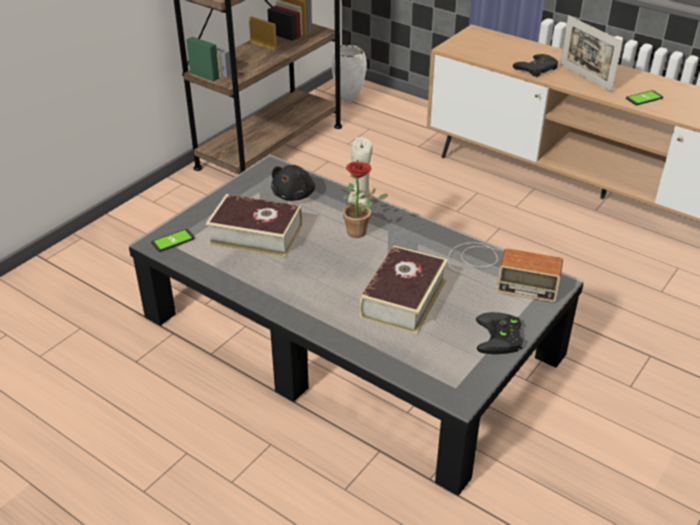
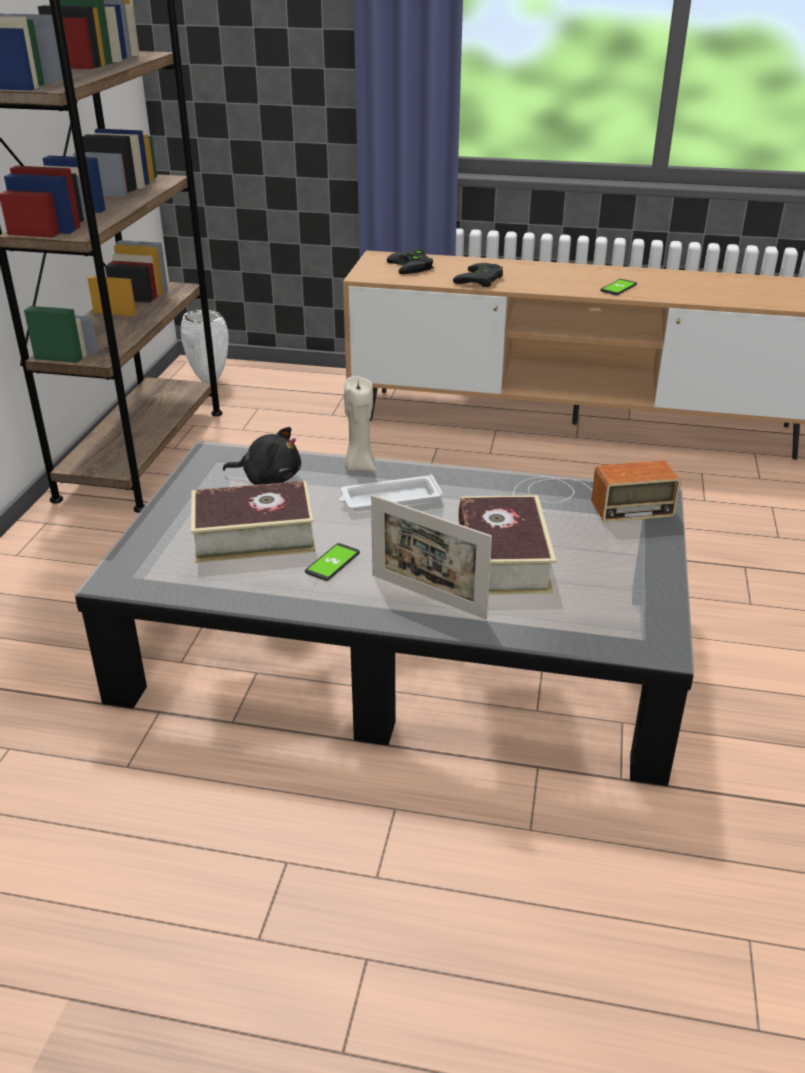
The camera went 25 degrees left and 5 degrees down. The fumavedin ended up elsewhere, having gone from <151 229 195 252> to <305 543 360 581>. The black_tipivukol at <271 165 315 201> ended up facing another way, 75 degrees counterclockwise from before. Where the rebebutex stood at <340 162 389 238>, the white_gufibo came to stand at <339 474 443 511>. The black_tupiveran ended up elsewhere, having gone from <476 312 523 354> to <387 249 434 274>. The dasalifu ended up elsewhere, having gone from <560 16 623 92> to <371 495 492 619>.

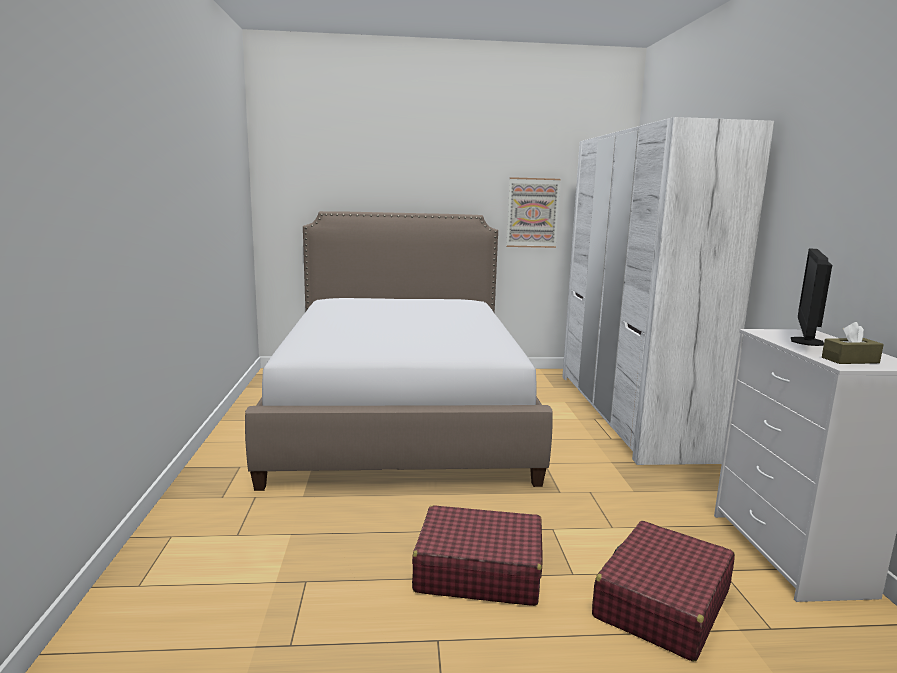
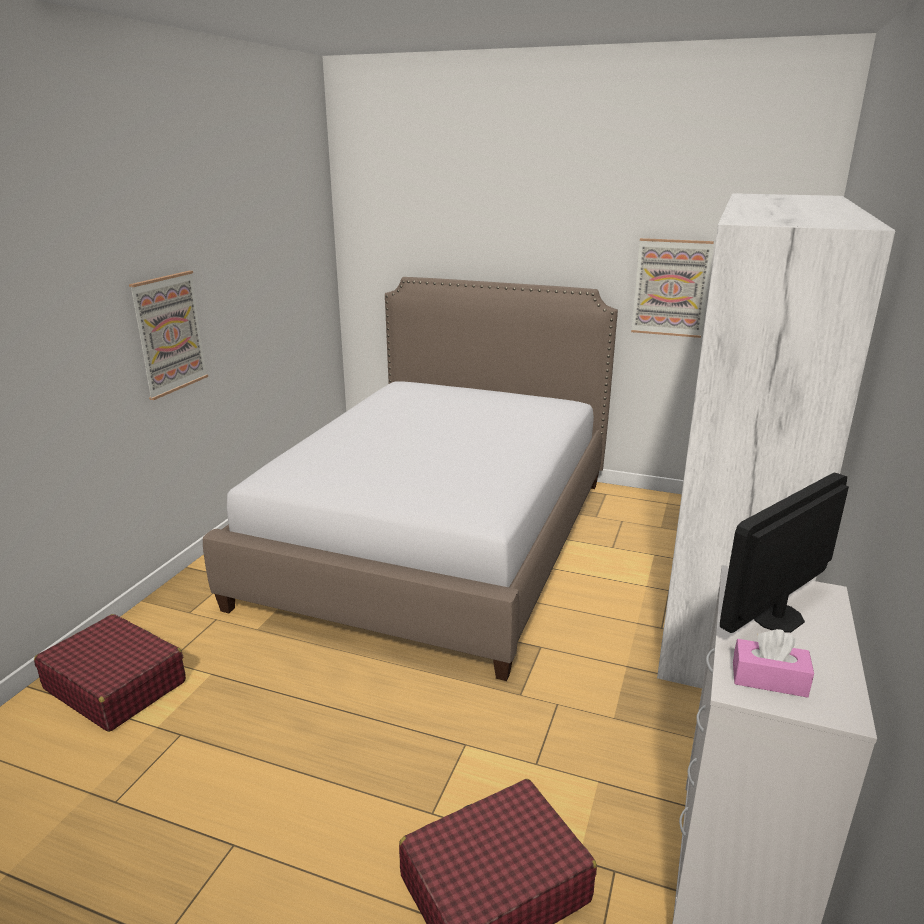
The camera went 25 degrees right and 10 degrees up. The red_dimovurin ended up elsewhere, having gone from <412 505 543 606> to <34 614 186 732>. What was the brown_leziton at <822 322 884 364> turned into the pink_leziton at <733 629 814 698>. The second view gained the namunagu at <129 271 208 400>.

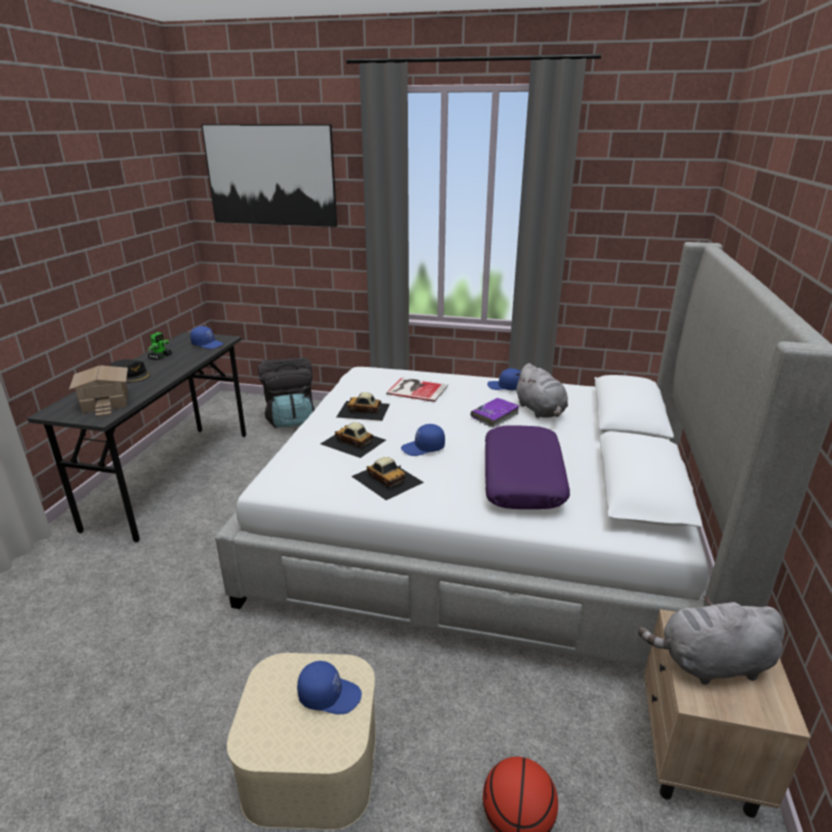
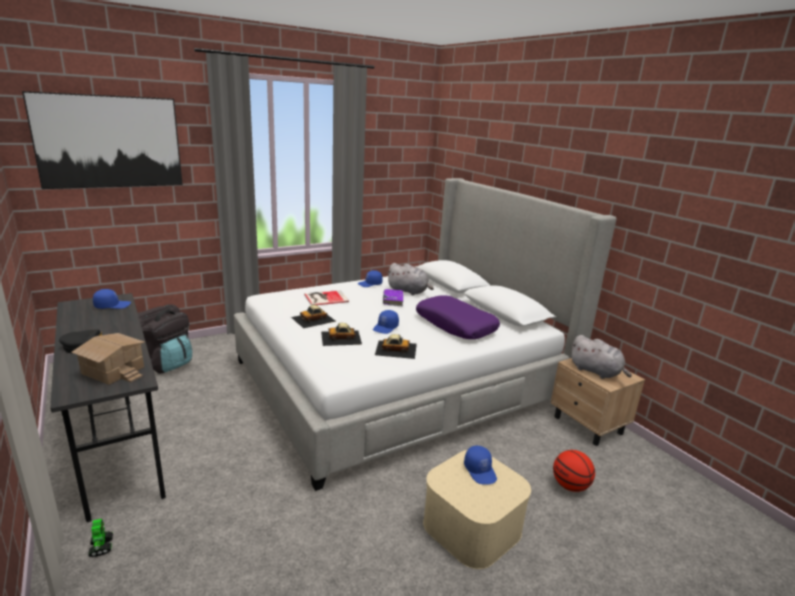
The camera went 45 degrees left and 5 degrees down. The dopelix ended up elsewhere, having gone from <147 332 172 360> to <88 519 113 557>. The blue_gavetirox at <297 660 362 715> ended up facing another way, 105 degrees clockwise from before. The grey_tipivukol at <638 596 785 685> ended up facing another way, 90 degrees counterclockwise from before.

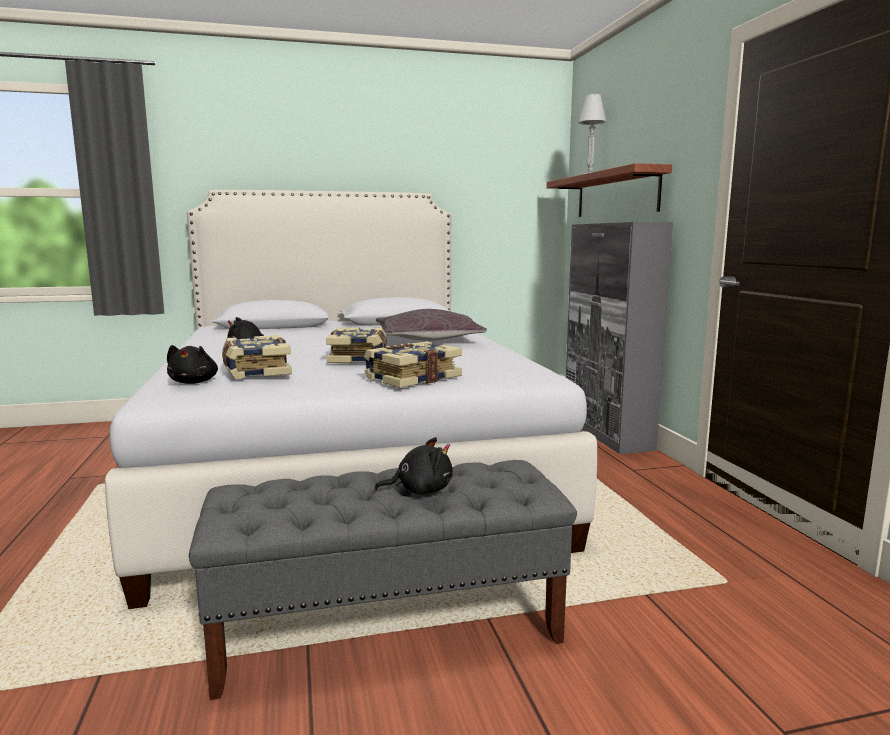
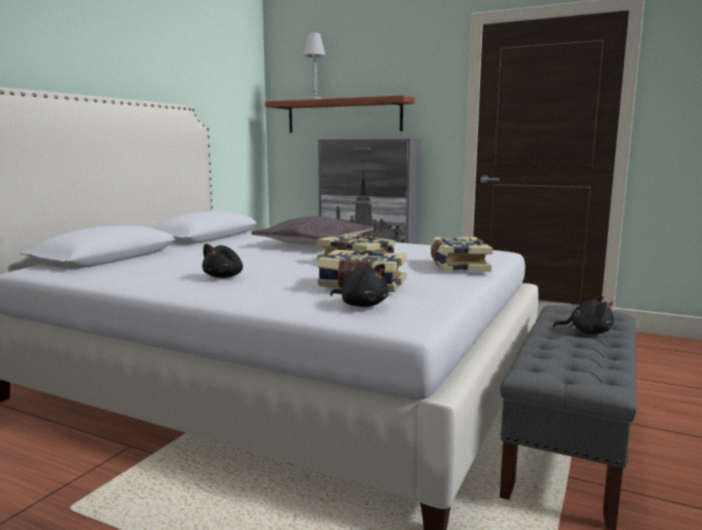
The camera went 50 degrees left and 0 degrees up. The black_tipivukol at <374 437 453 495> ended up facing another way, 75 degrees clockwise from before.

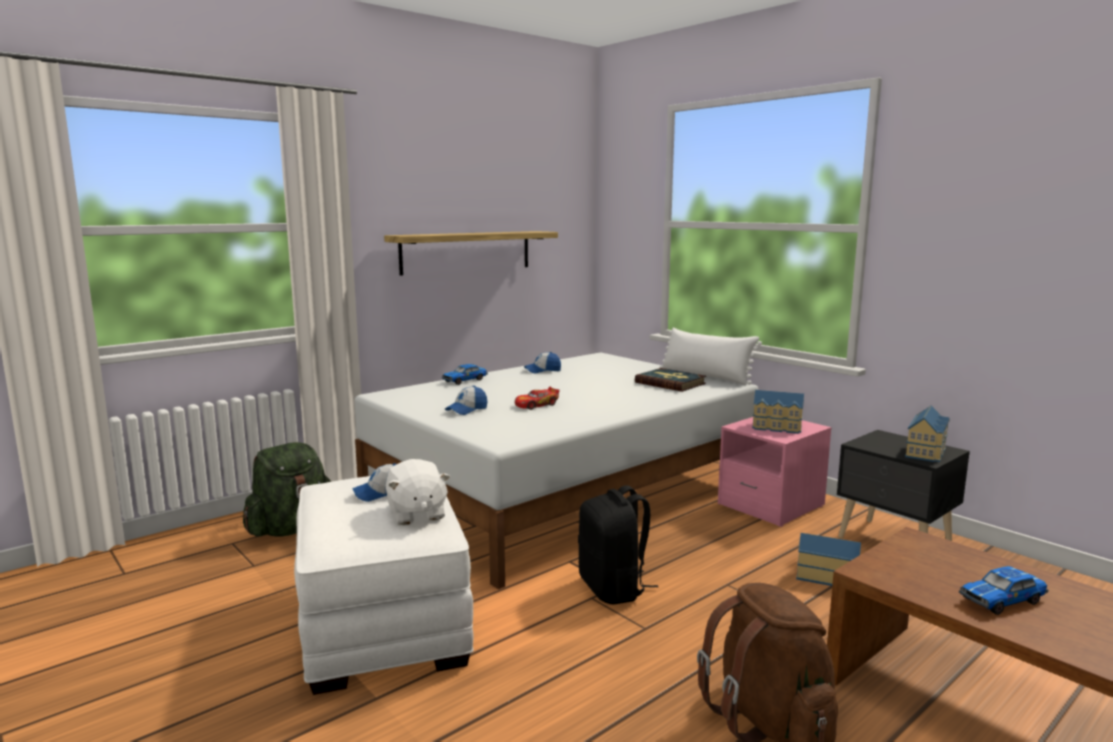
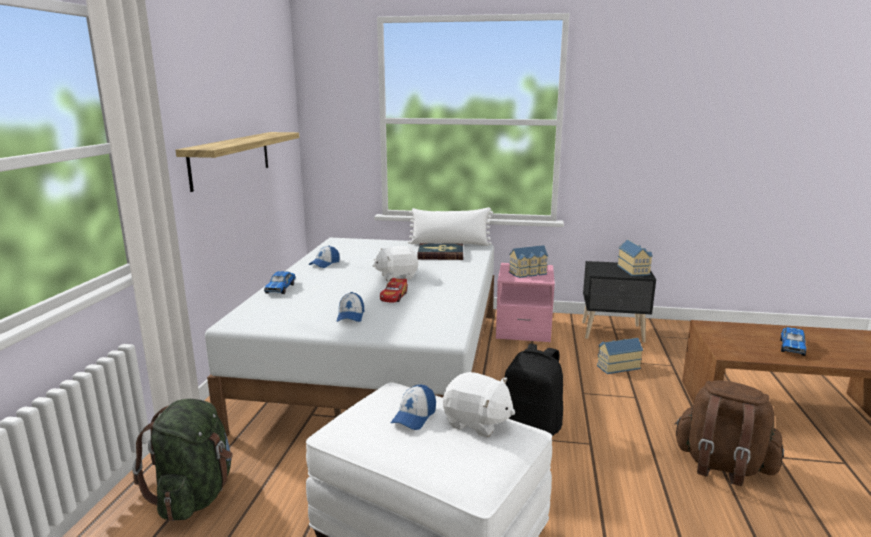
The camera went 40 degrees left and 5 degrees up. The second view gained the white_tipivukol at <372 246 418 281>.

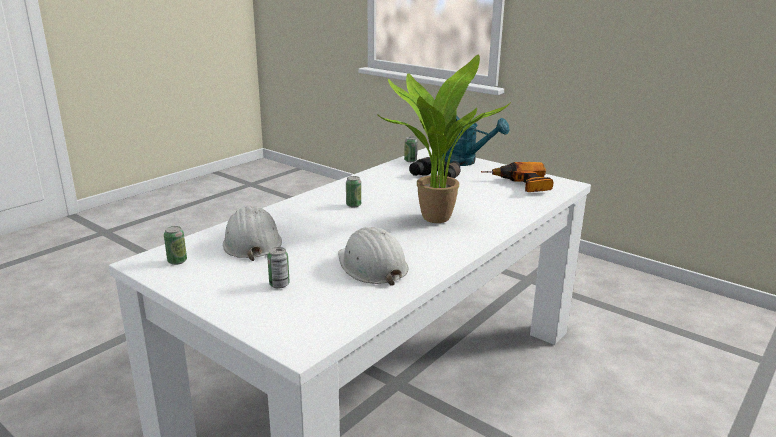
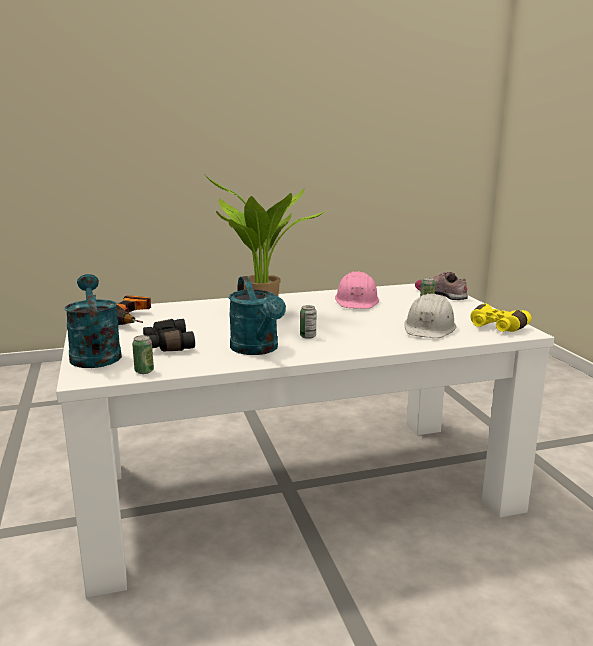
The camera went 145 degrees left and 5 degrees down. Where the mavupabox stood at <164 226 187 265>, the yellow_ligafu came to stand at <470 303 531 332>. What was the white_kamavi at <338 227 409 286> turned into the pink_kamavi at <335 271 379 309>. The second view gained the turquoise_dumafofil at <229 276 286 355>. The second view gained the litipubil at <415 272 468 300>.

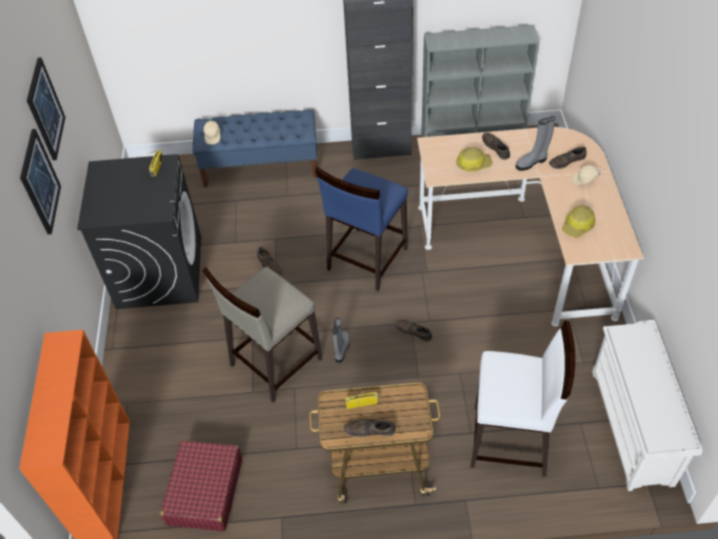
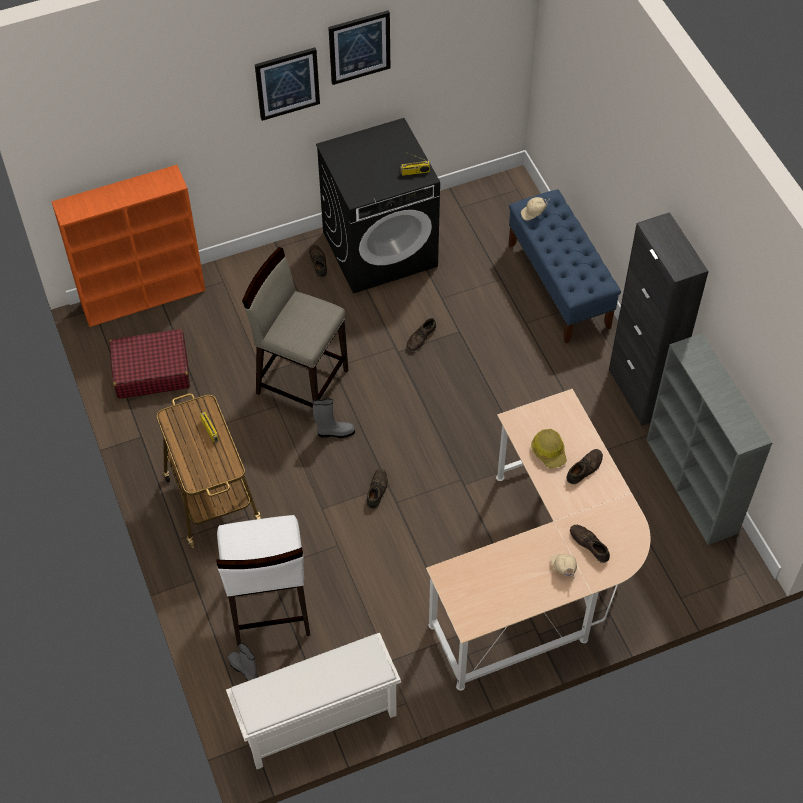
The camera went 70 degrees right and 5 degrees up. The second view lost the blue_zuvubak at <315 167 408 291>. The brown_litipubil ended up elsewhere, having gone from <344 419 395 437> to <309 245 327 278>. The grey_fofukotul ended up elsewhere, having gone from <516 116 555 171> to <228 643 259 681>. The second view lost the kamavi at <562 205 596 238>.

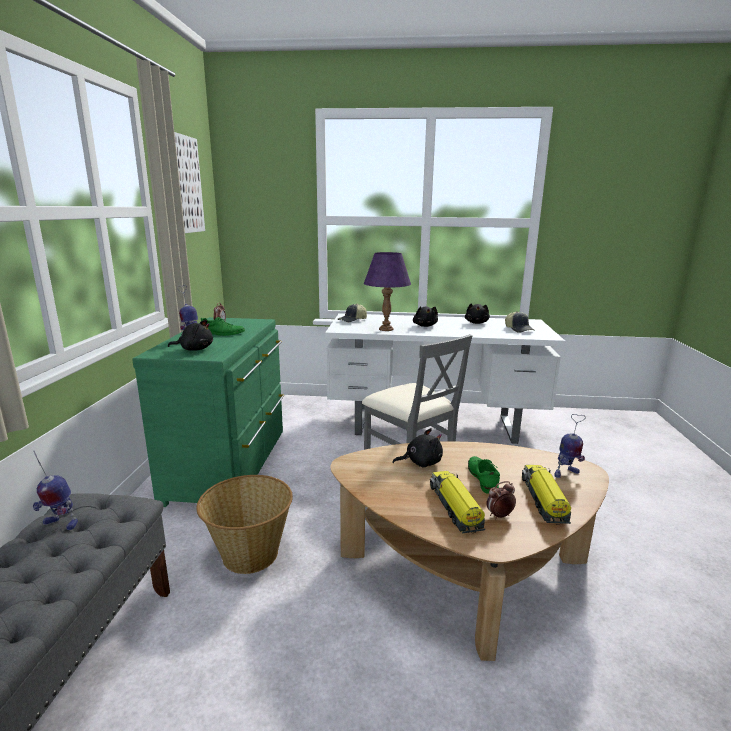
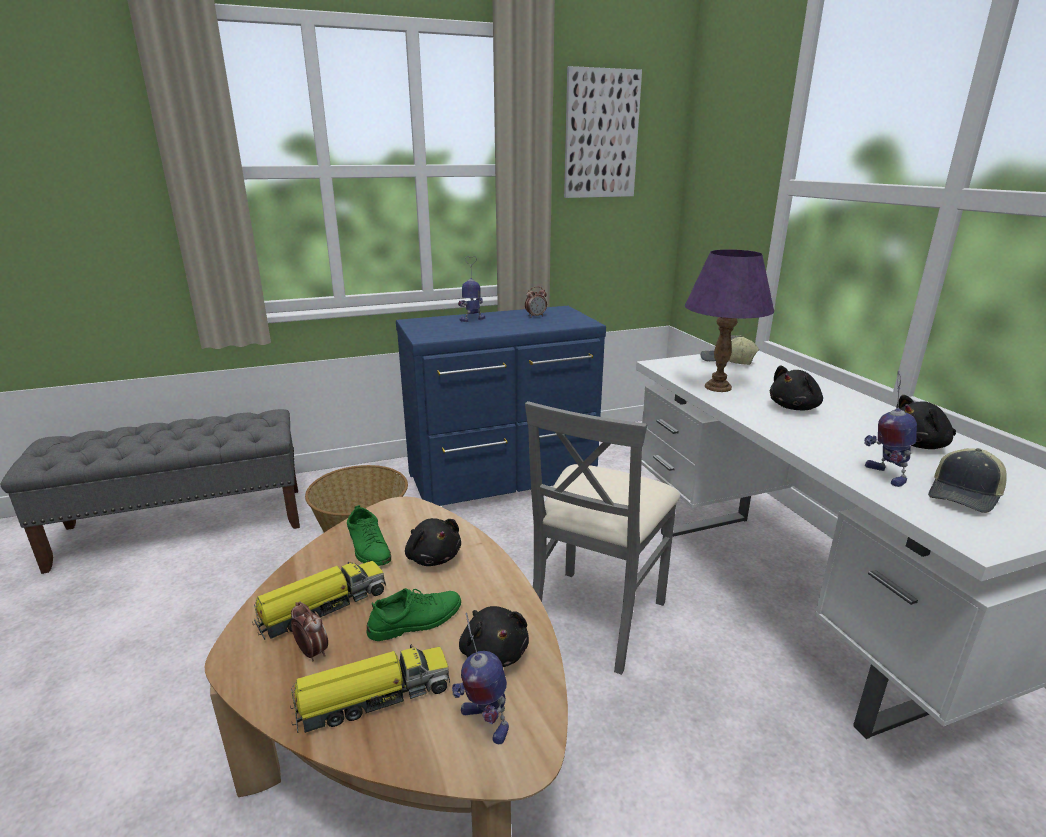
The camera went 65 degrees right and 5 degrees up. The dopelix ended up elsewhere, having gone from <33 450 78 530> to <864 370 917 487>. What was the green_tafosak at <132 317 284 507> turned into the blue_tafosak at <396 306 606 506>. The black_tipivukol ended up elsewhere, having gone from <168 320 213 351> to <459 606 529 667>. The green_litipubil ended up elsewhere, having gone from <201 317 245 336> to <347 505 391 566>.

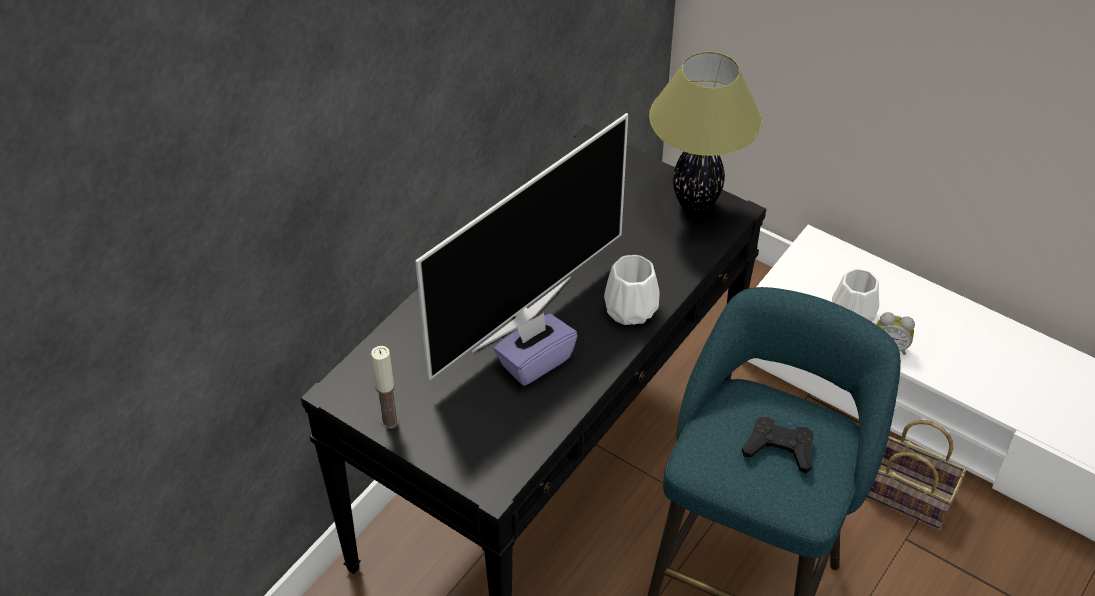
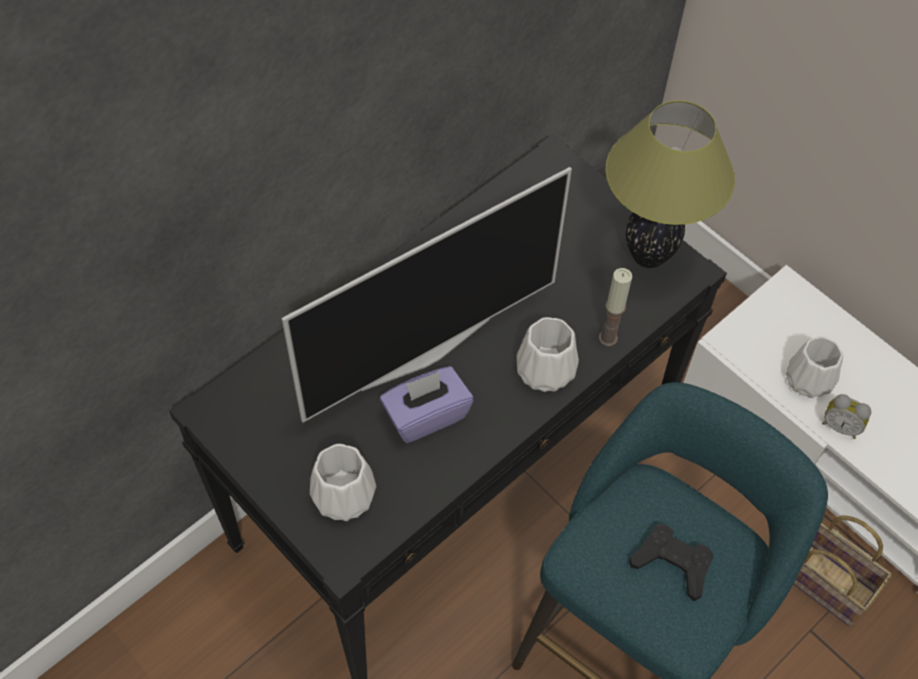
The camera went 10 degrees right and 10 degrees up. The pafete ended up elsewhere, having gone from <371 346 399 429> to <599 268 632 346>. The second view gained the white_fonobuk at <310 444 376 521>.

